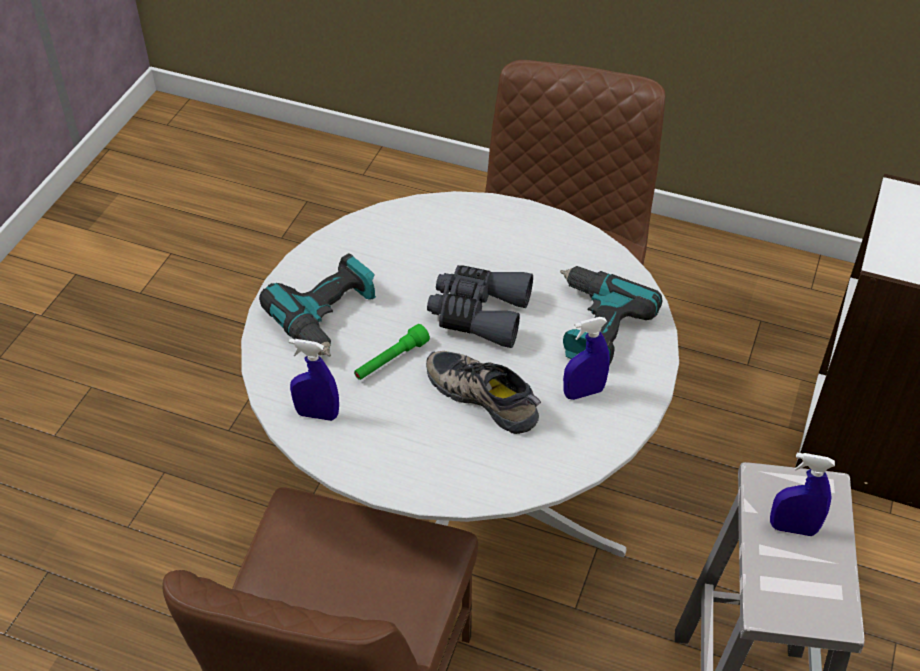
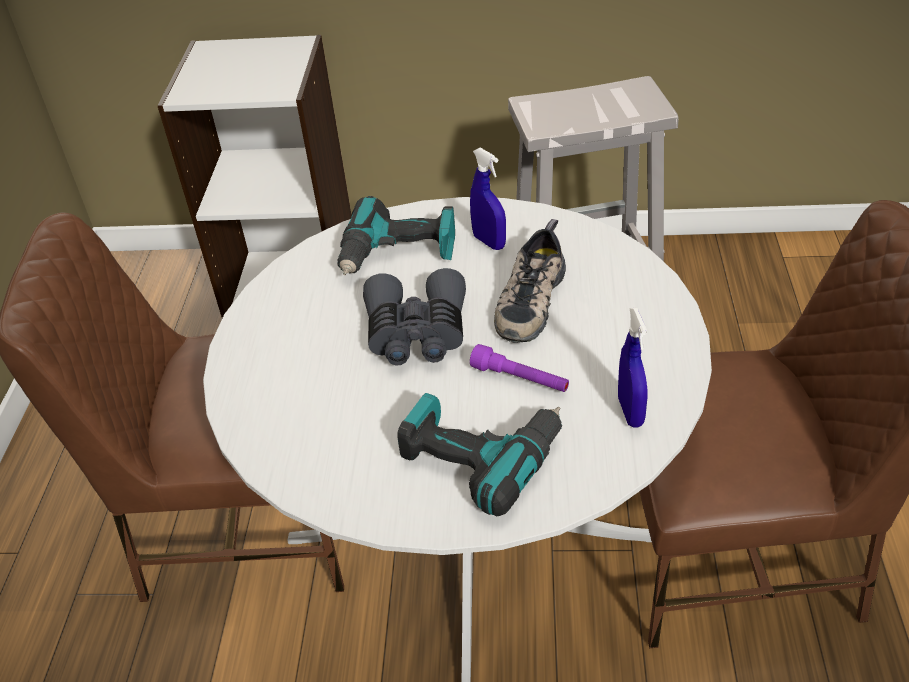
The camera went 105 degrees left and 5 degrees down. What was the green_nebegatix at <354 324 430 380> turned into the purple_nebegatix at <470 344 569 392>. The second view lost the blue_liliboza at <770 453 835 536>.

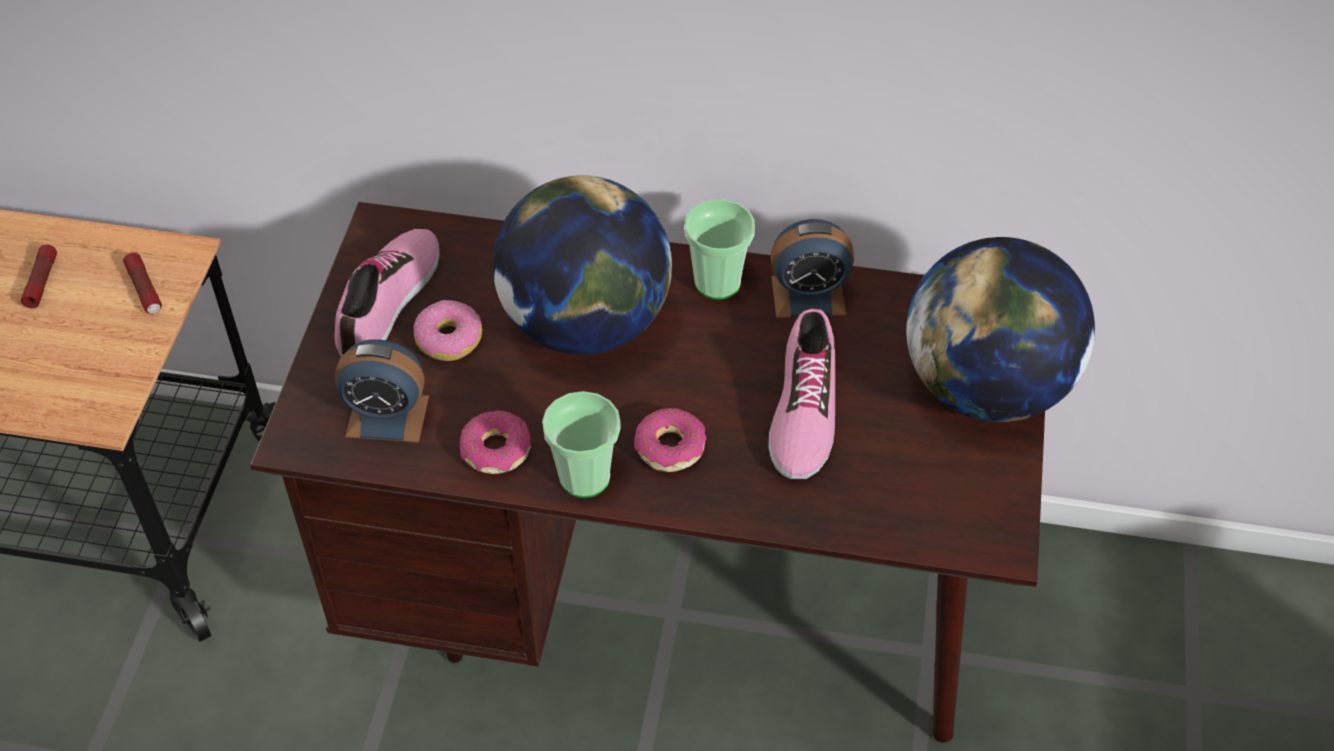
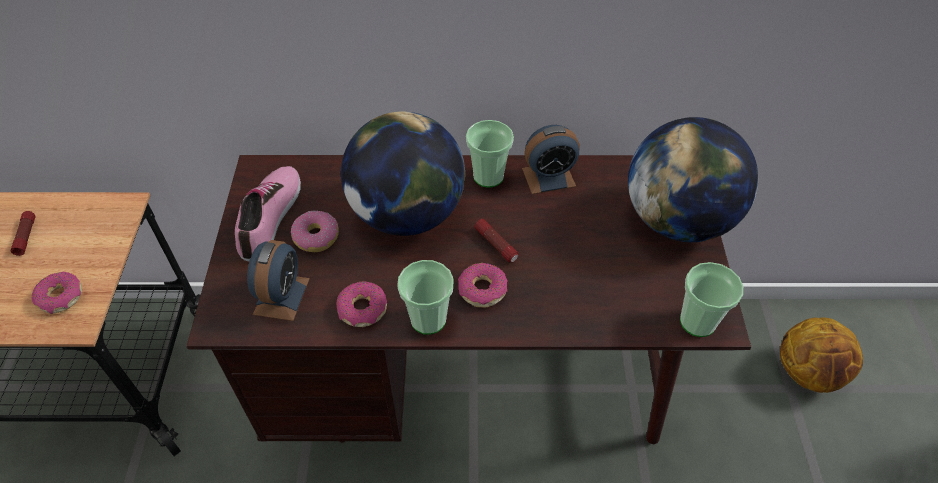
The camera went 10 degrees left and 0 degrees up. The nebegatix ended up elsewhere, having gone from <123 253 162 314> to <475 219 518 262>. The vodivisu at <335 339 429 442> ended up facing another way, 75 degrees counterclockwise from before. The second view lost the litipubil at <768 307 835 479>. The second view gained the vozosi at <31 272 82 314>. The second view gained the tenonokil at <680 262 743 337>. The second view gained the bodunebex at <780 317 863 393>.

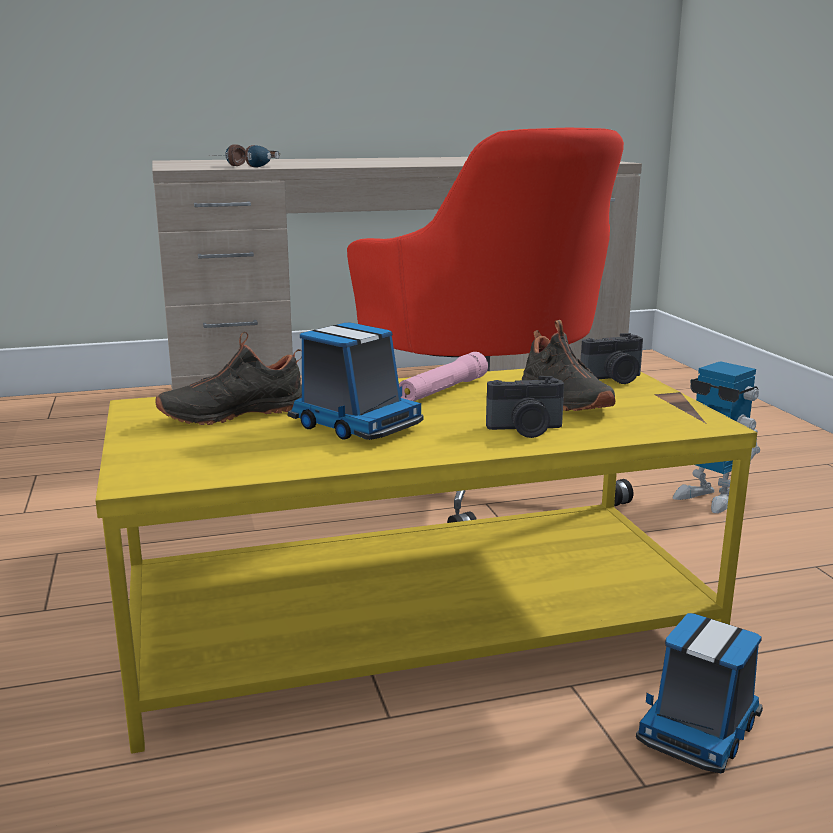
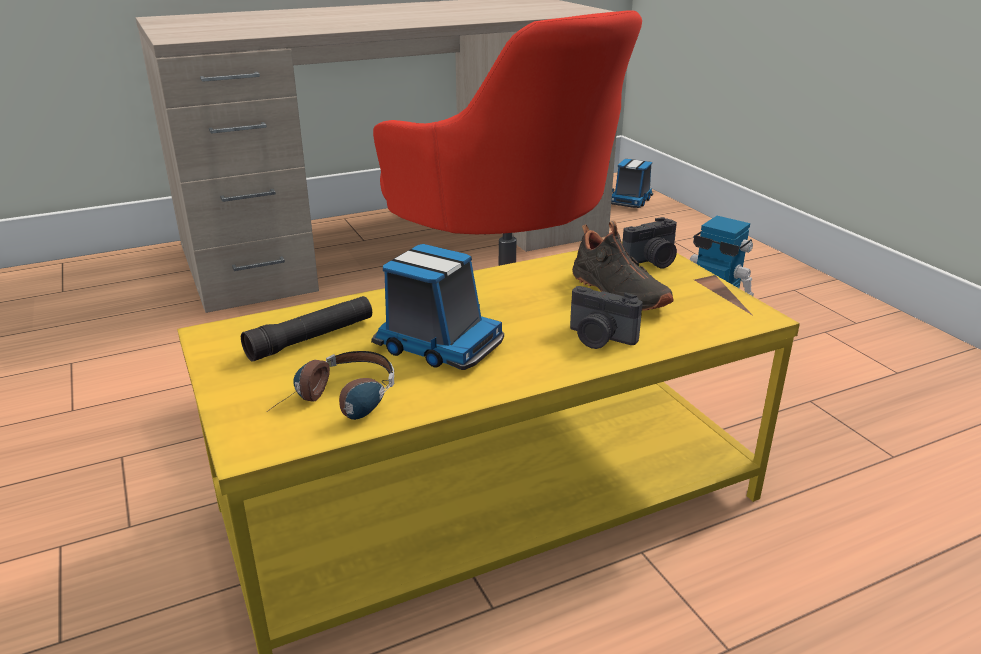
The camera went 10 degrees left and 10 degrees up. Where the black_litipubil stood at <155 332 302 425>, the black_nebegatix came to stand at <241 296 372 361>. The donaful ended up elsewhere, having gone from <212 144 280 167> to <267 351 394 420>. The second view lost the pink_nebegatix at <399 352 488 401>. The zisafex at <486 376 564 438> ended up facing another way, 45 degrees clockwise from before. The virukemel ended up elsewhere, having gone from <636 613 763 773> to <611 159 653 208>.

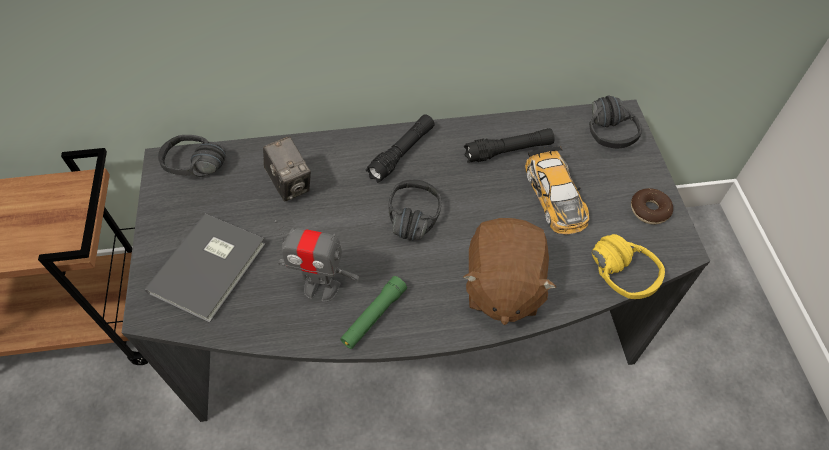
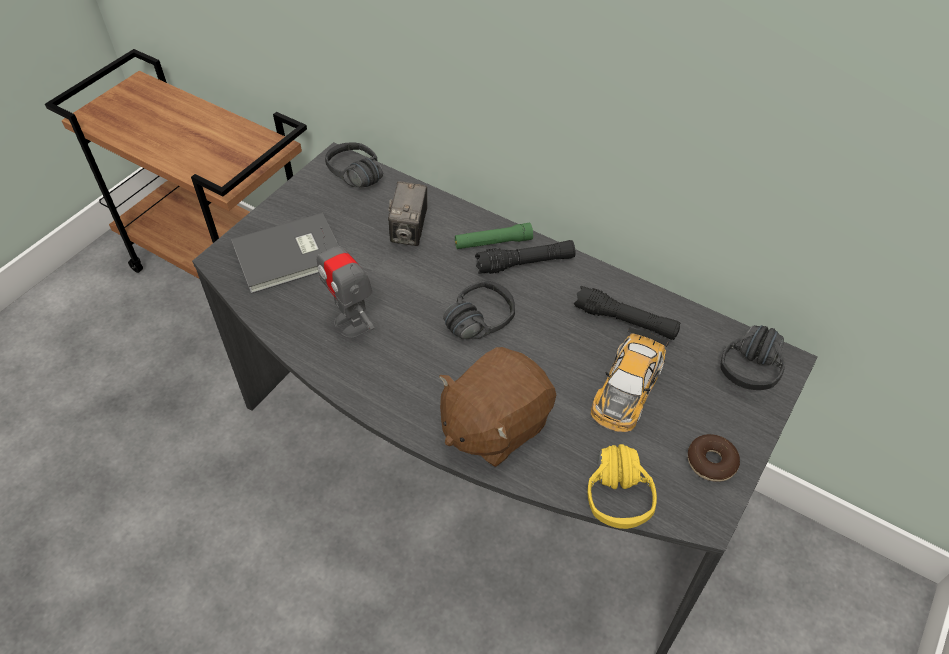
The camera went 40 degrees right and 5 degrees down. The green_nebegatix ended up elsewhere, having gone from <340 276 407 349> to <455 223 533 249>.

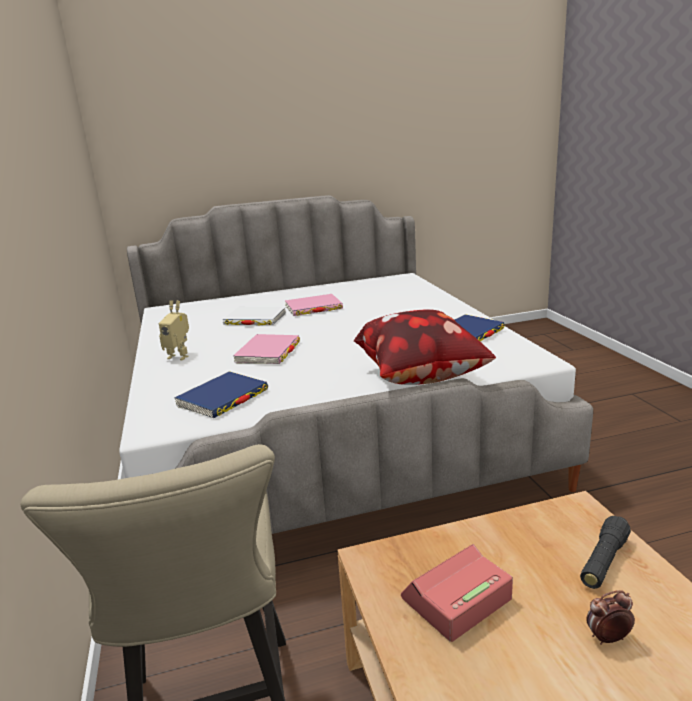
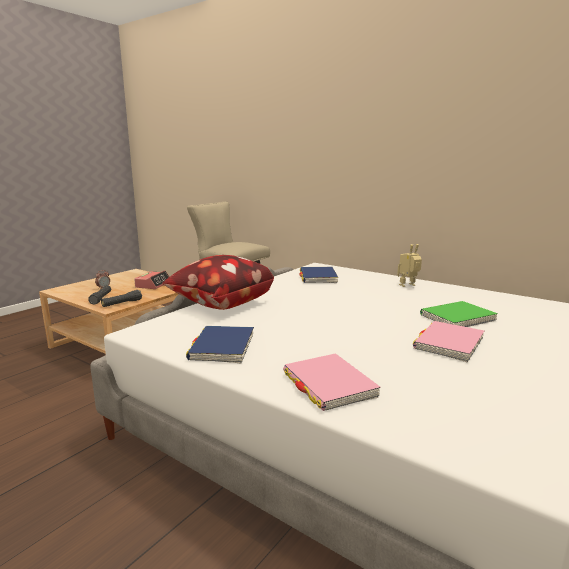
The camera went 140 degrees right and 5 degrees down. What was the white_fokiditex at <223 307 286 325> turned into the green_fokiditex at <420 301 498 327>. The pink_fokiditex ended up elsewhere, having gone from <233 334 300 364> to <283 353 381 411>. The second view gained the black_nebegatix at <101 290 142 307>.

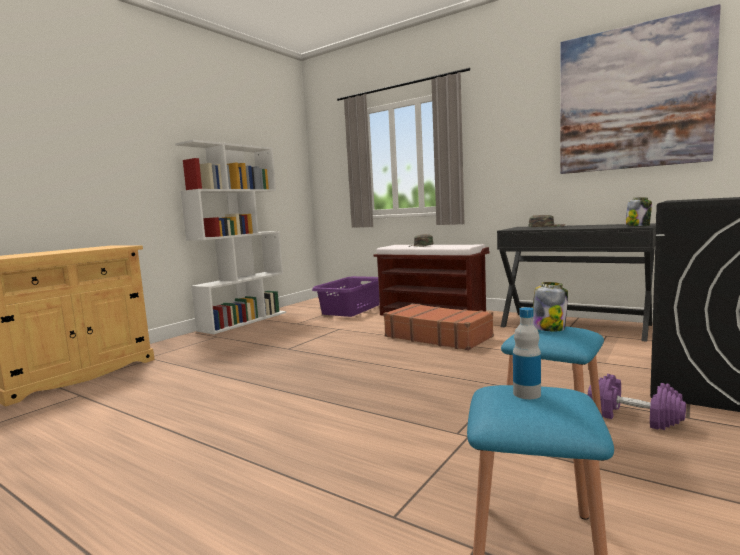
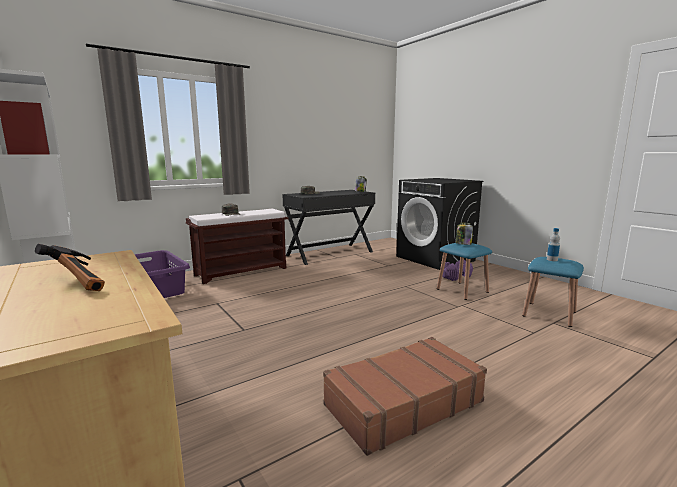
The camera went 70 degrees left and 5 degrees up. The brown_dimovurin ended up elsewhere, having gone from <383 304 494 350> to <323 337 487 456>. The second view lost the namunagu at <560 4 721 174>. The second view gained the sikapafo at <35 244 105 291>.

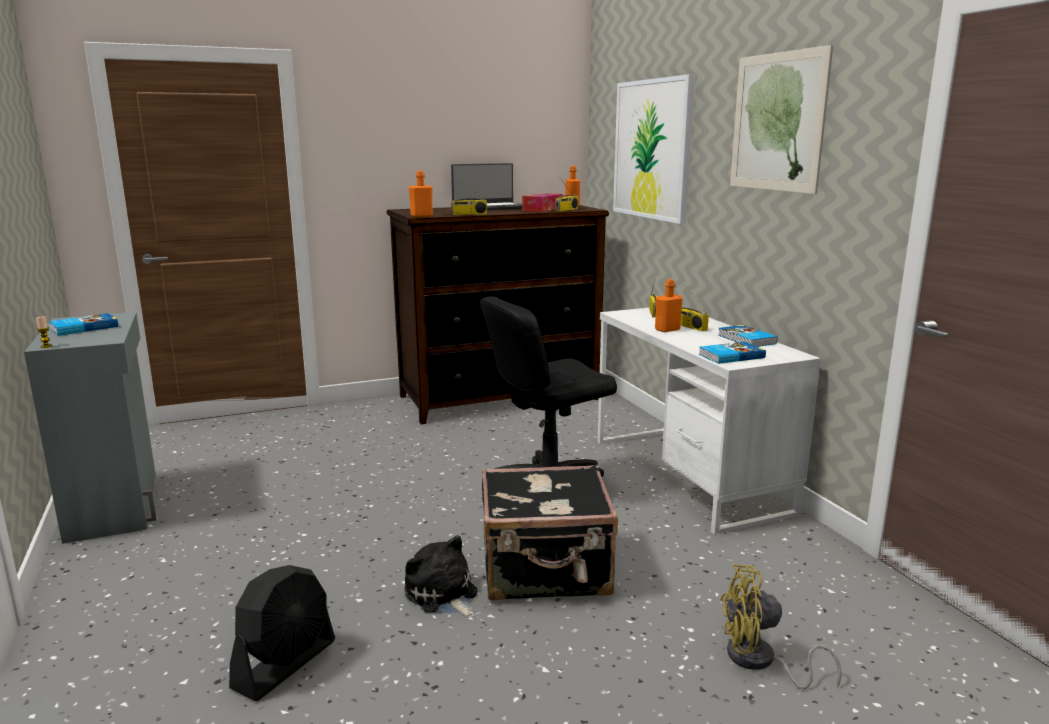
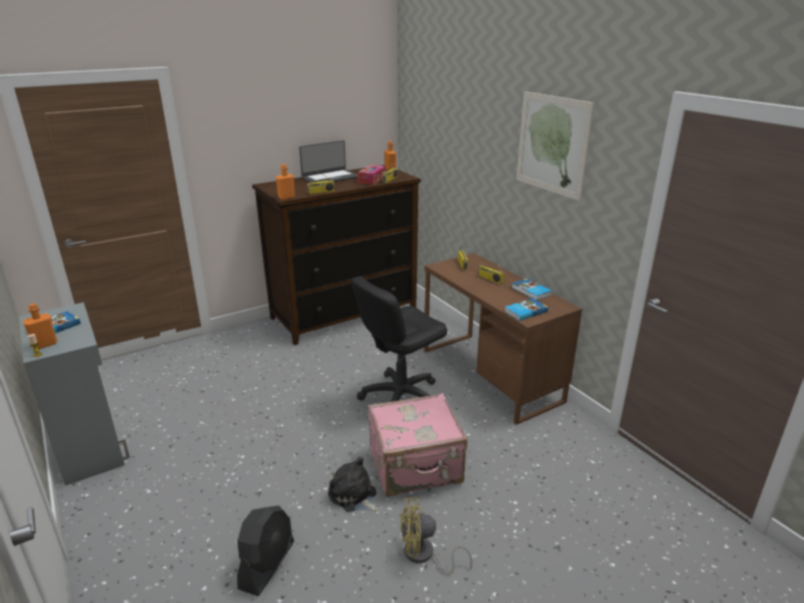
The camera went 10 degrees left and 10 degrees up. What was the black_dimovurin at <482 464 618 601> turned into the pink_dimovurin at <368 393 468 497>. What was the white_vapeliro at <598 308 821 535> turned into the brown_vapeliro at <424 253 582 425>. The second view lost the namunagu at <613 74 695 224>. The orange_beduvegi ended up elsewhere, having gone from <655 279 682 332> to <23 303 57 349>. The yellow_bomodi ended up elsewhere, having gone from <720 564 842 689> to <400 498 472 575>.

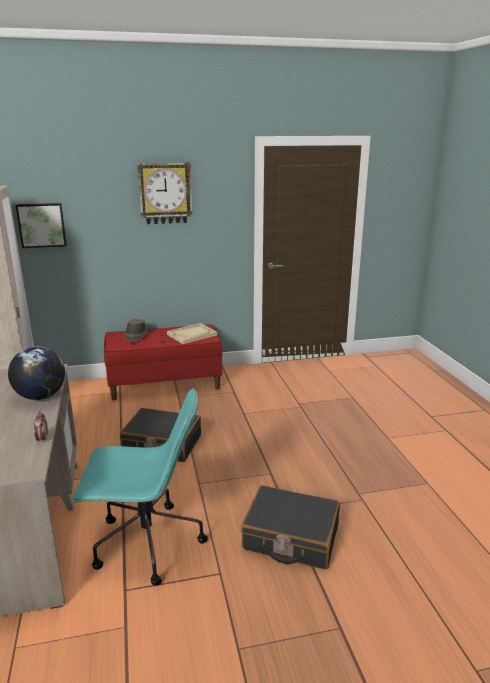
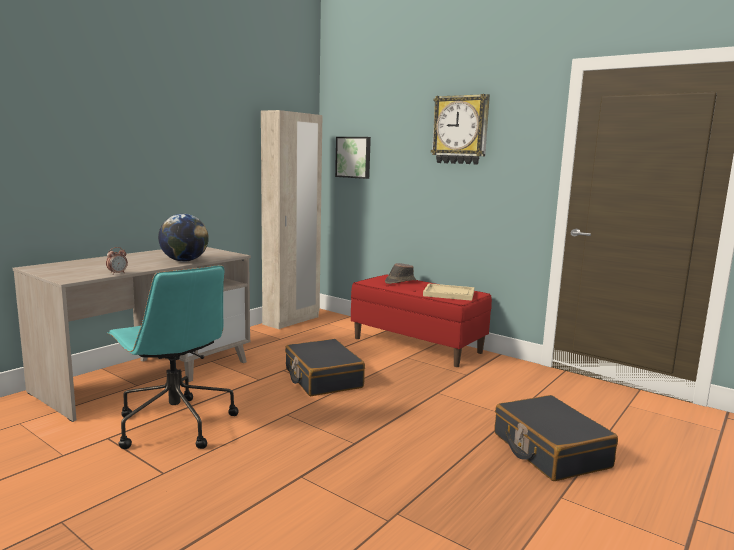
The camera went 50 degrees right and 10 degrees down. The black_dimovurin ended up elsewhere, having gone from <241 485 340 570> to <495 395 618 481>.

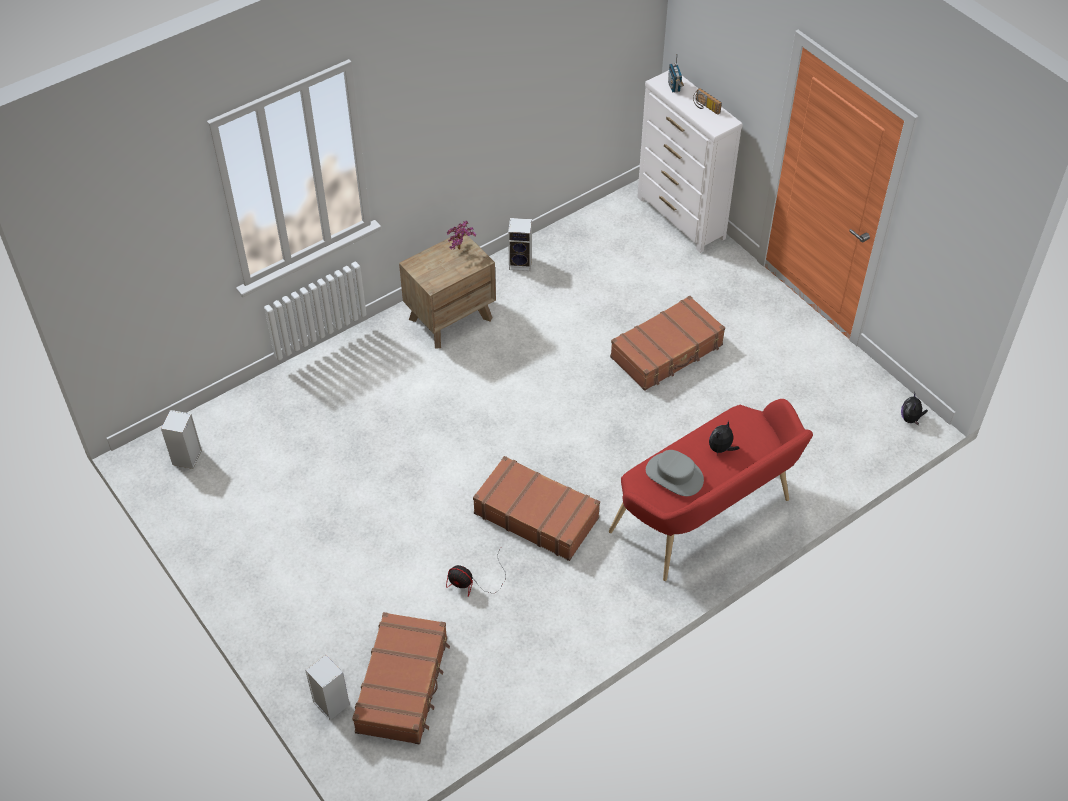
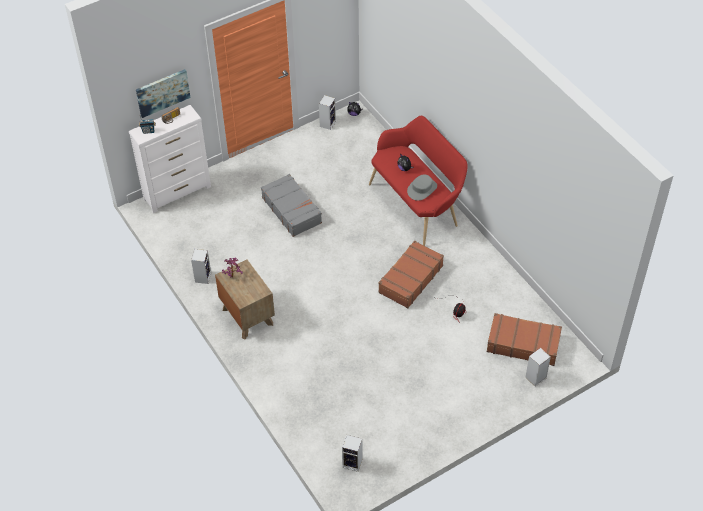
The camera went 85 degrees left and 0 degrees up. What was the brown_dimovurin at <610 295 725 391> turned into the grey_dimovurin at <261 174 322 237>. The second view gained the namunagu at <136 69 191 118>. The second view gained the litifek at <319 95 336 130>.

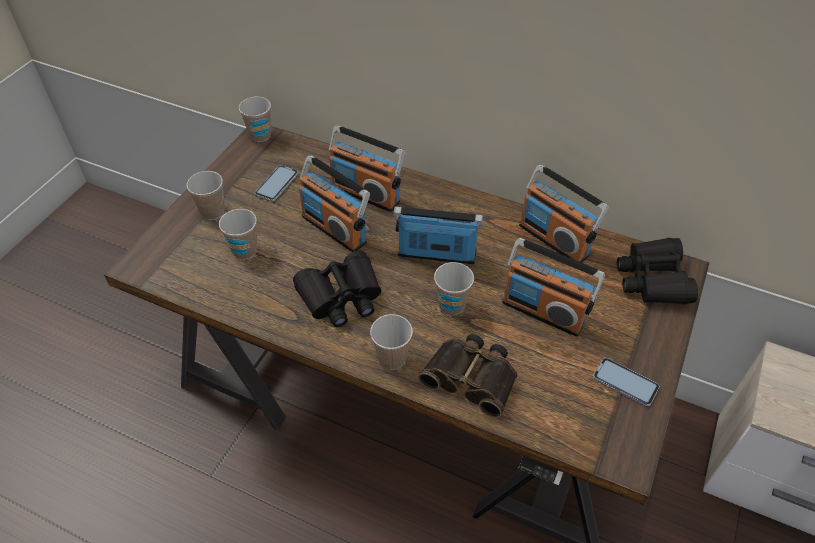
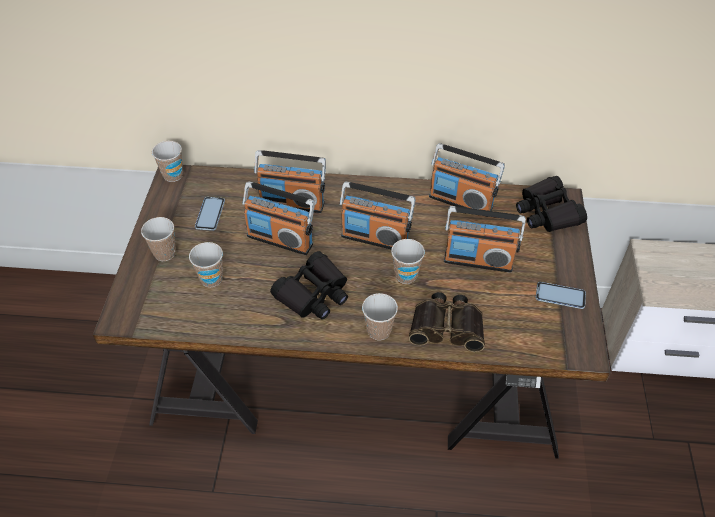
The camera went 20 degrees left and 0 degrees up. The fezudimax at <394 206 483 264> ended up facing another way, 150 degrees counterclockwise from before.

